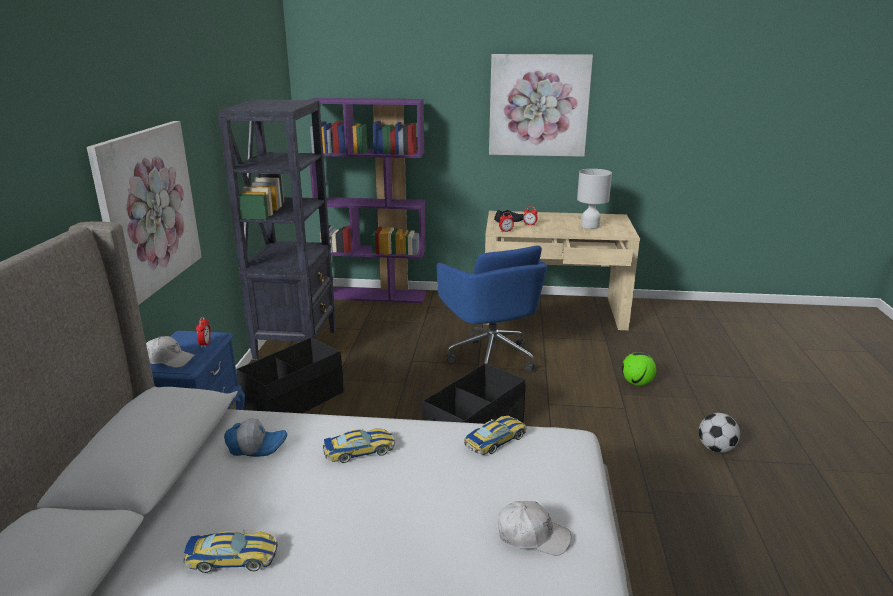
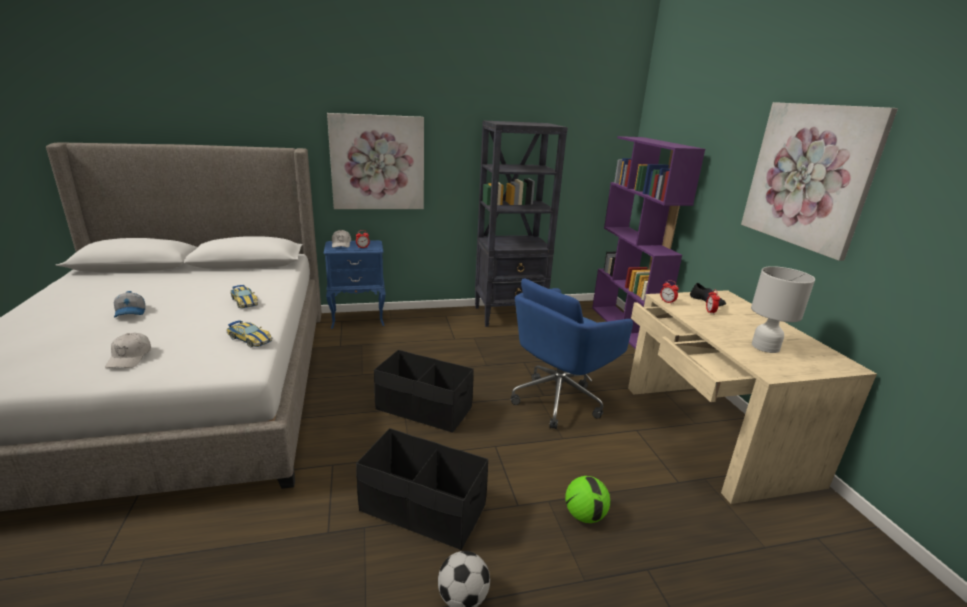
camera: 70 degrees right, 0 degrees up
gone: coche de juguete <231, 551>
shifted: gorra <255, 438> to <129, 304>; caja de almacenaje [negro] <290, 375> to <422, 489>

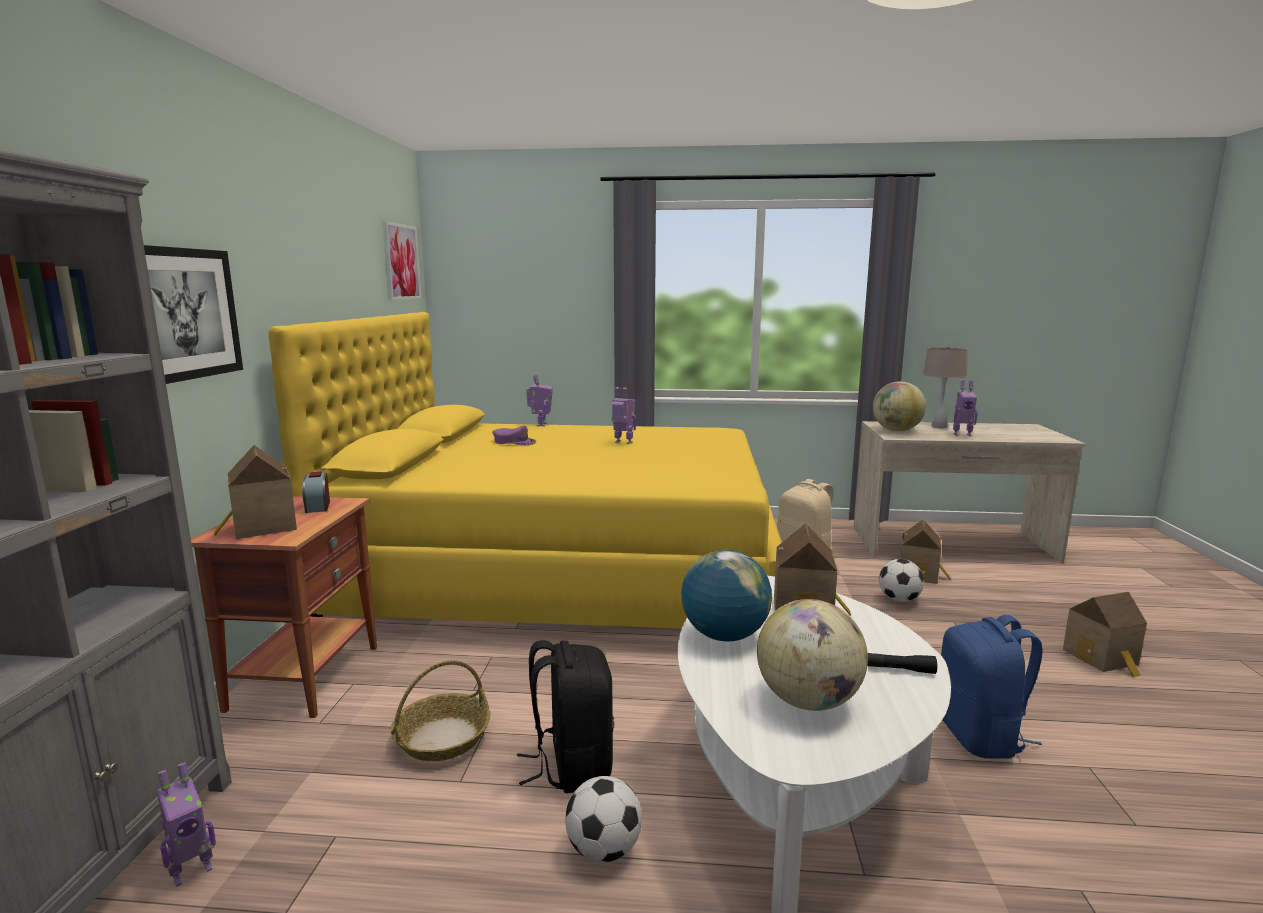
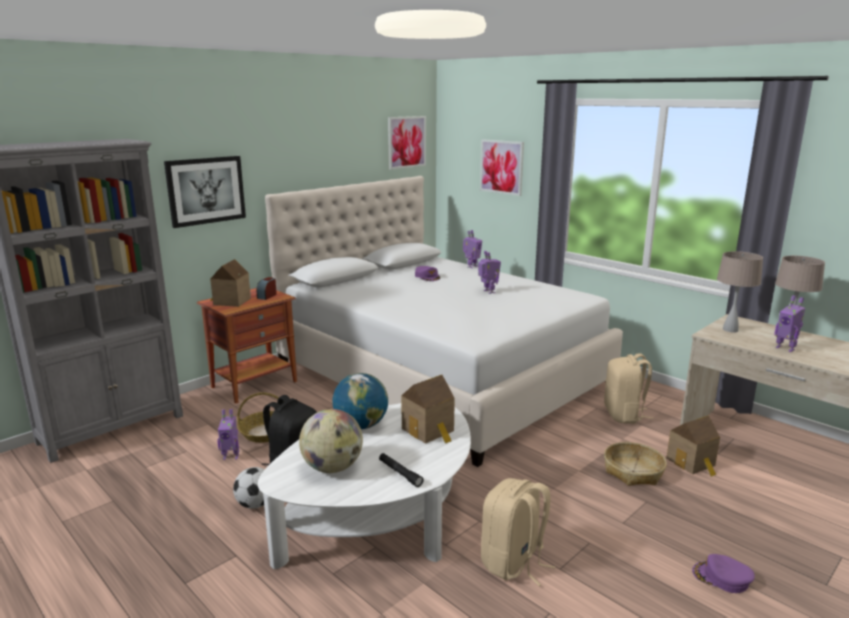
camera: 40 degrees right, 5 degrees up
new: cuadro <502, 167>
shifted: robot de juguete <186, 824> to <228, 434>
swapped: globo terráqueo <899, 406> to lámpara de mesa [beis] <740, 292>; balón de fútbol <901, 580> to cesta <635, 464>; casita <1105, 635> to gorra [morado] <723, 573>
repainted: cama [amarillo] <525, 470> to cama [blanco] <444, 321>; mochila [azul] <992, 687> to mochila [beis] <518, 532>

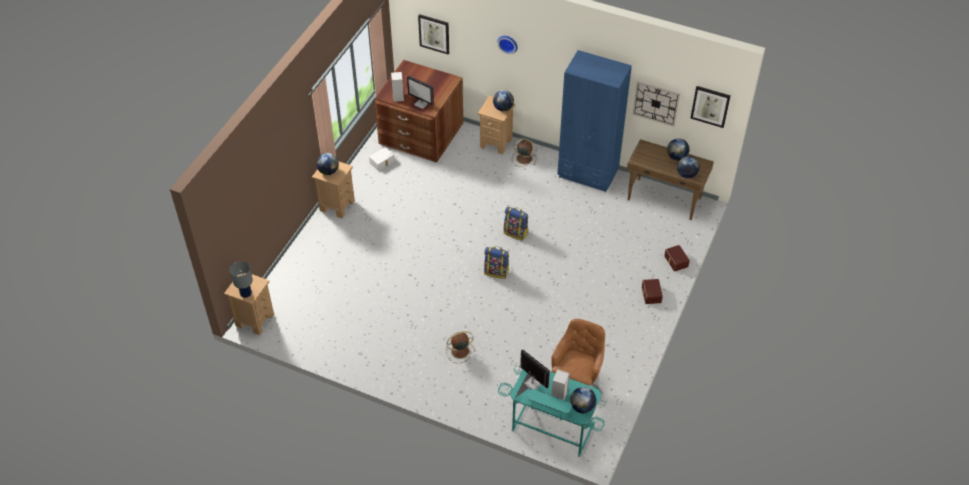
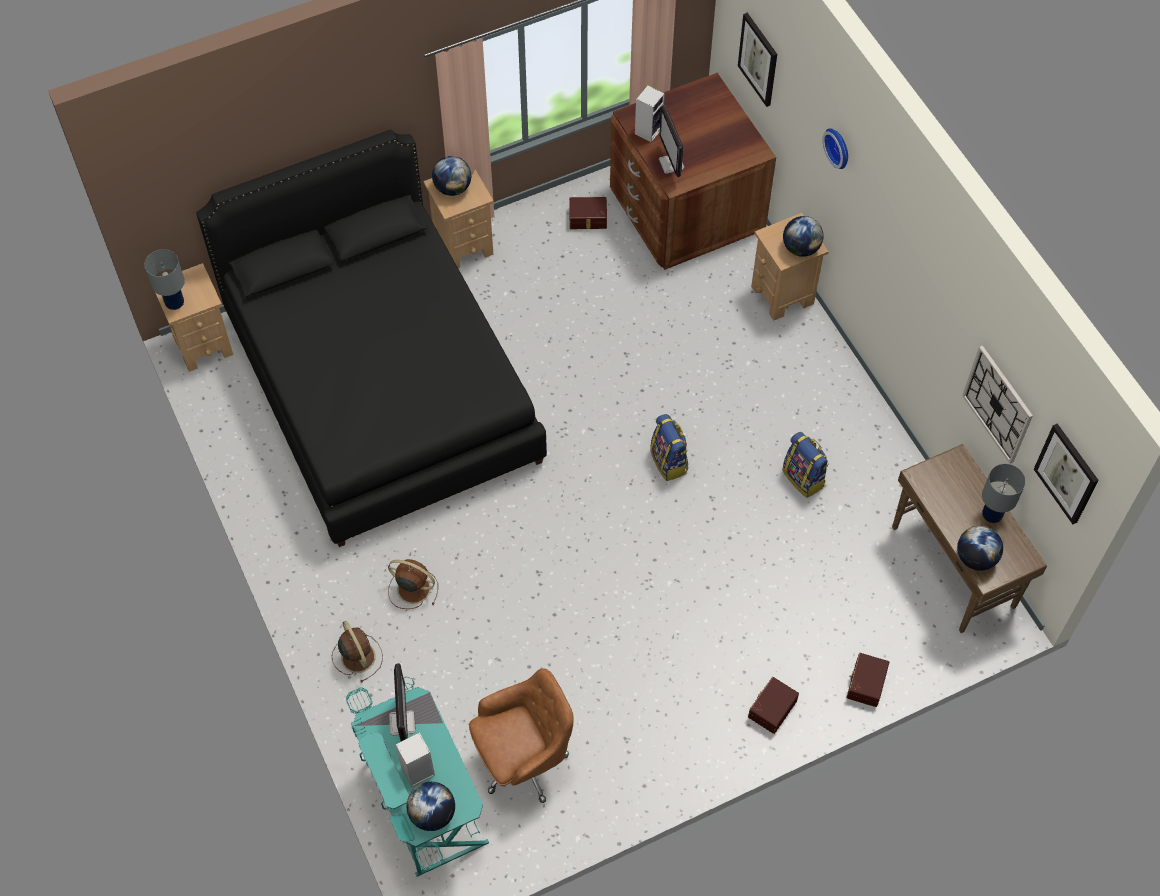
camera: 40 degrees right, 10 degrees up
gone: armario ropero [azul] <594, 121>
new: cama [negro] <371, 338>
shifted: mochila <496, 262> to <805, 465>; ventilador [marrón] <524, 152> to <357, 652>
swapped: globo terráqueo <678, 149> to lámpara de mesa [gris] <1004, 493>
repainted: caja de almacenaje [blanco] <382, 159> to caja de almacenaje [marrón] <588, 213>

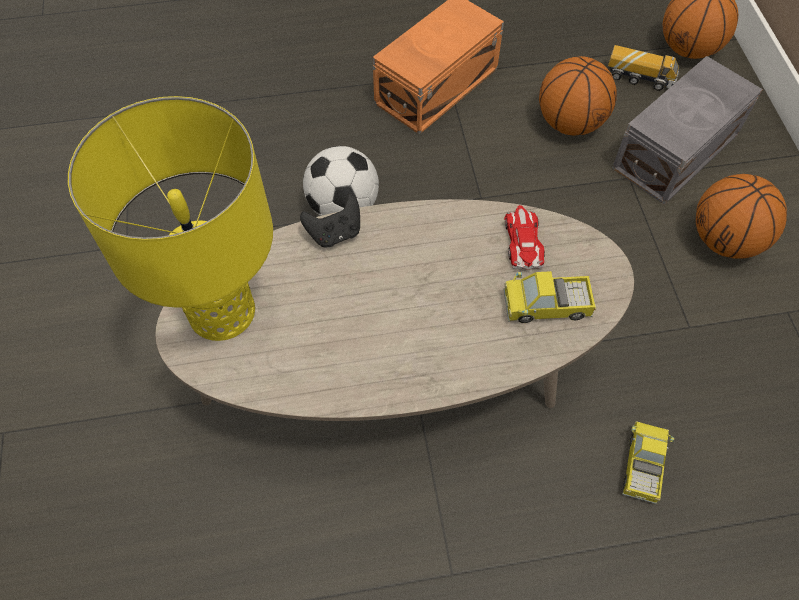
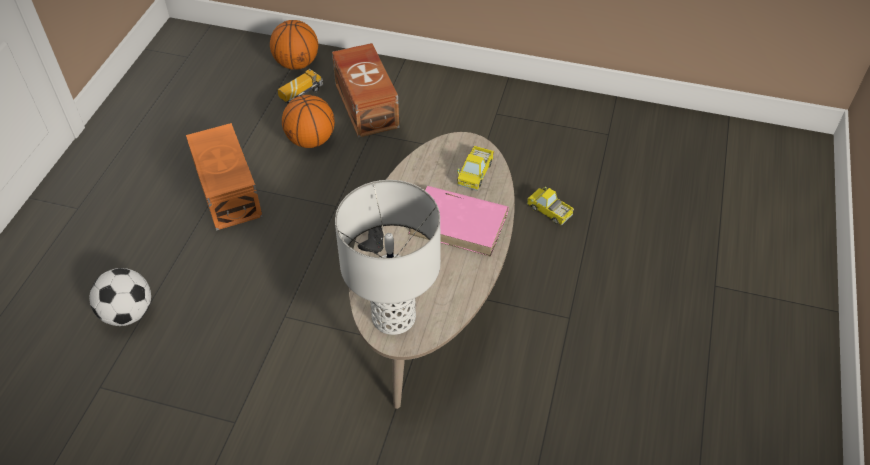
camera: 65 degrees left, 10 degrees down
gone: coche de juguete <524, 237>; balón de baloncesto <741, 216>
new: libro [rosa] <458, 221>
shifted: balón de fútbol <341, 181> to <120, 297>
repainted: lámpara de mesa [amarillo] <170, 218> to lámpara de mesa [blanco] <388, 257>; caja de almacenaje [gris] <687, 130> to caja de almacenaje [marrón] <365, 90>

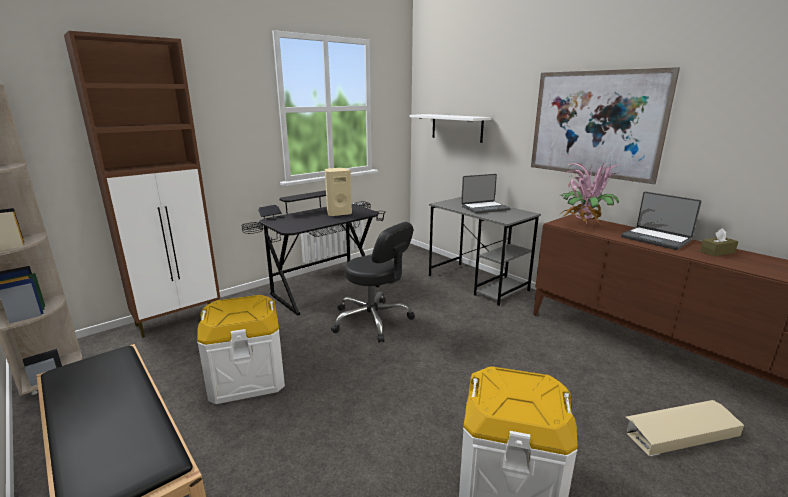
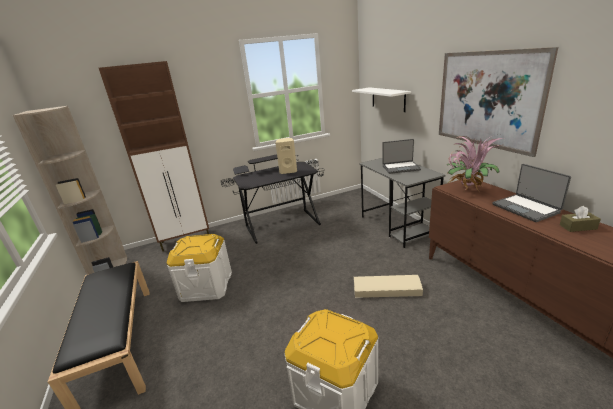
camera: 20 degrees right, 5 degrees up
gone: silla de oficina [negro] <373, 282>
shifted: caja de almacenaje [beis] <685, 428> to <388, 286>

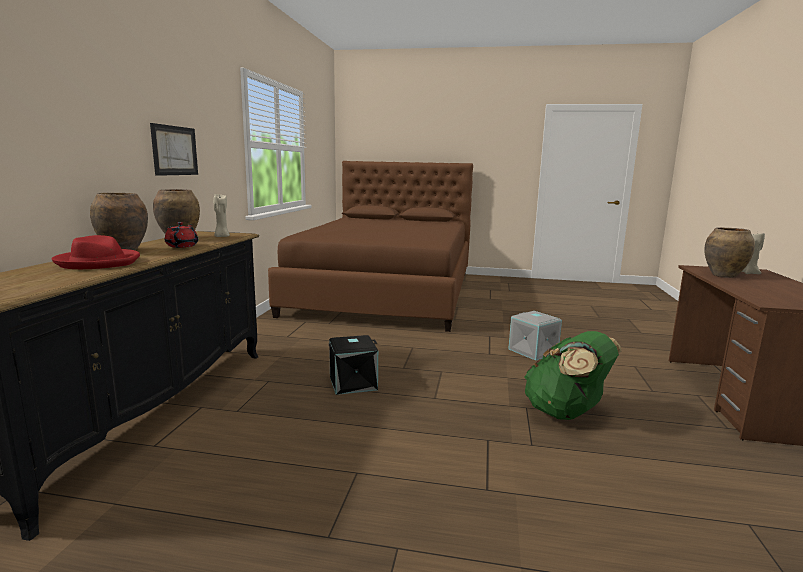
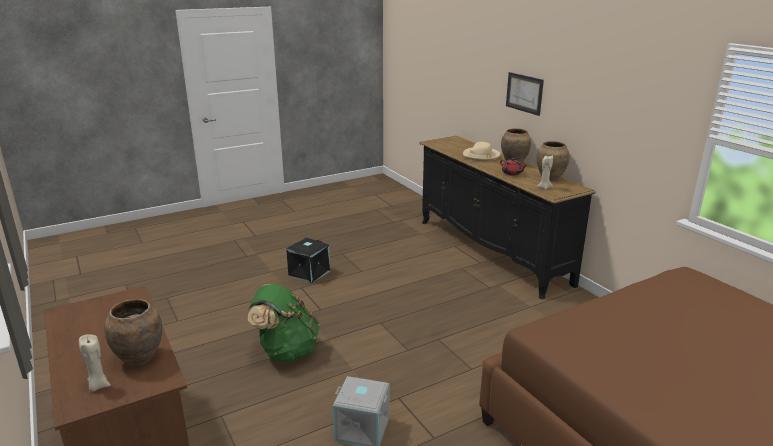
camera: 140 degrees right, 10 degrees up
shifted: cuadro <174, 149> to <525, 94>; caja de almacenaje [negro] <353, 365> to <308, 260>
repainted: sombrero [rojo] <95, 252> to sombrero [beis] <481, 151>

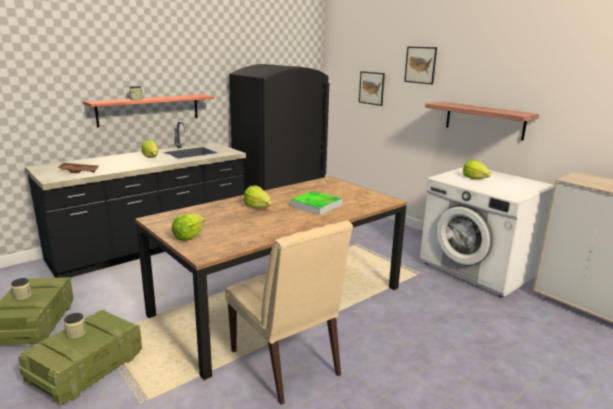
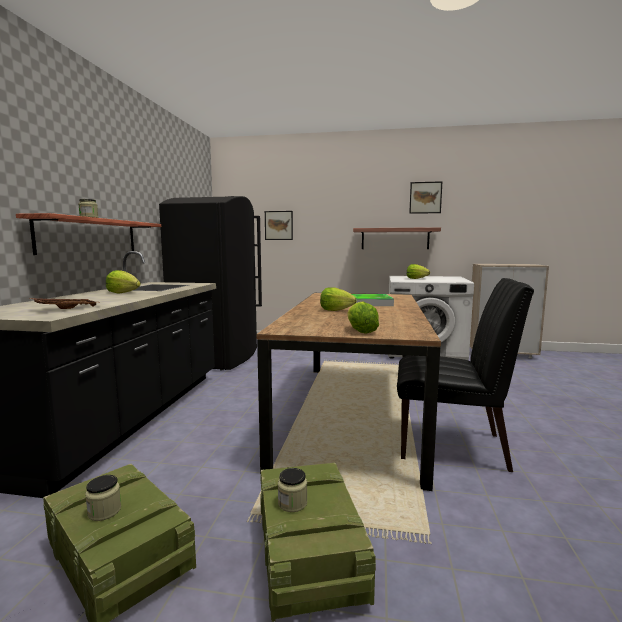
camera: 40 degrees left, 10 degrees down
shifted: cuadro <420, 66> to <426, 197>
repainted: silla [beis] <289, 312> to silla [negro] <465, 375>

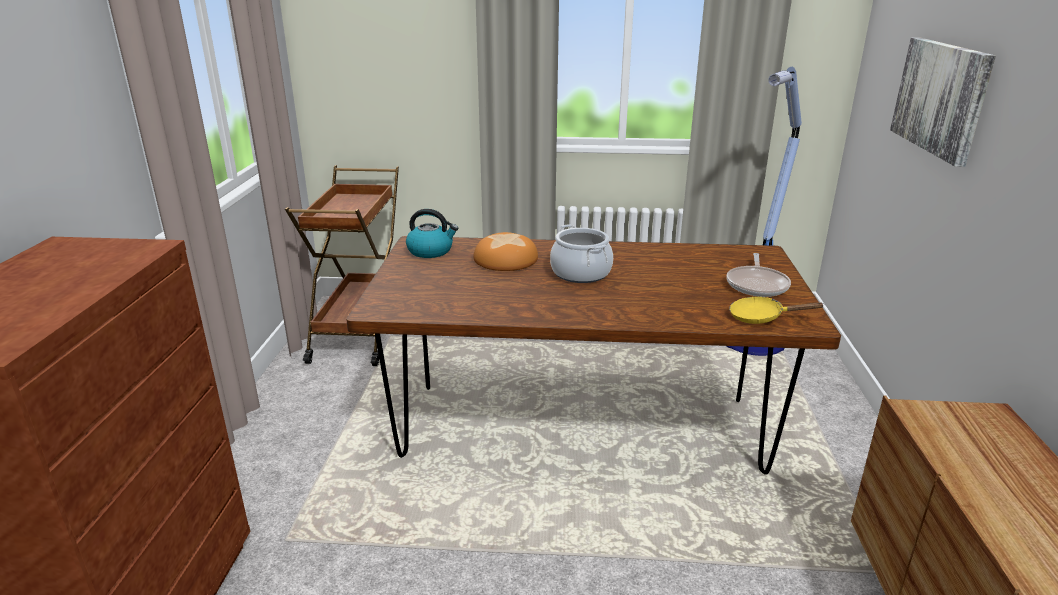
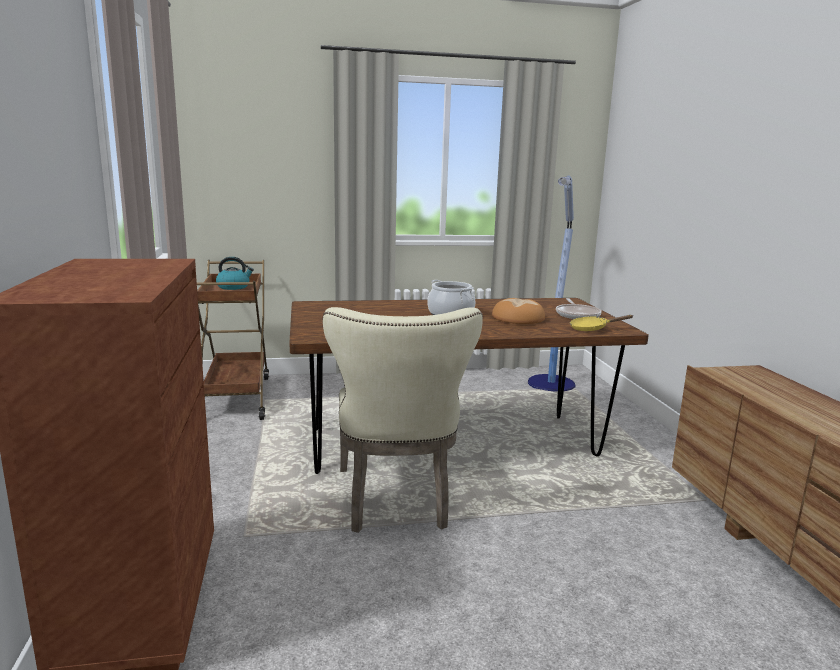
camera: 15 degrees left, 10 degrees down
gone: cuadro <943, 102>
new: silla [beis] <402, 420>
shifted: hervidor <432, 233> to <235, 273>; pan <505, 251> to <518, 311>

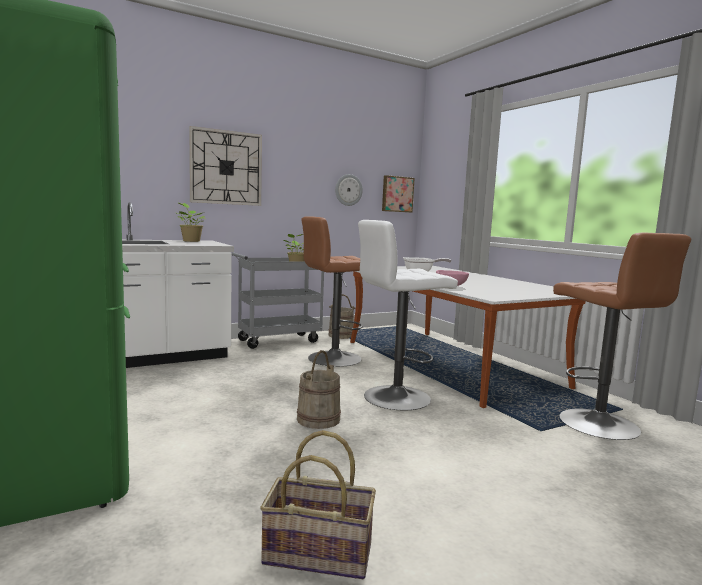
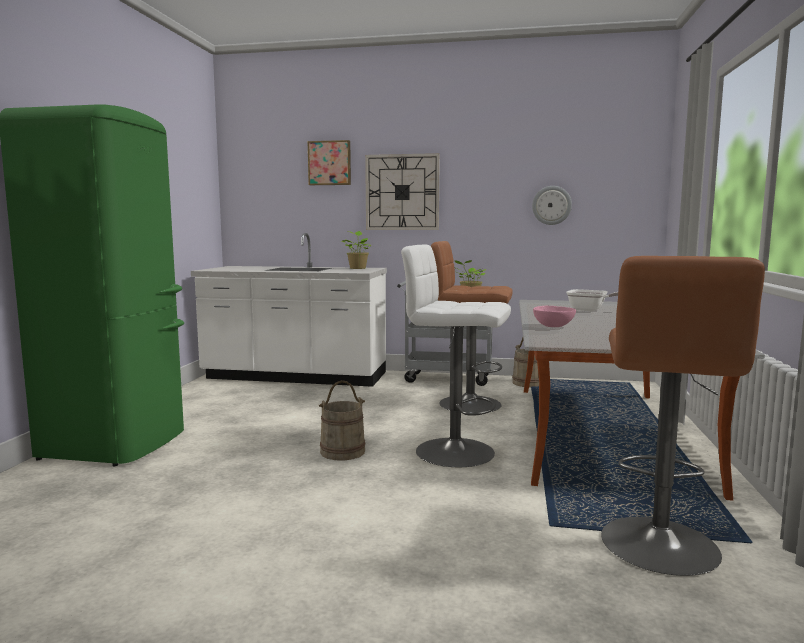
camera: 40 degrees right, 0 degrees up
gone: cesta <318, 504>
shifted: cuadro <398, 194> to <329, 162>

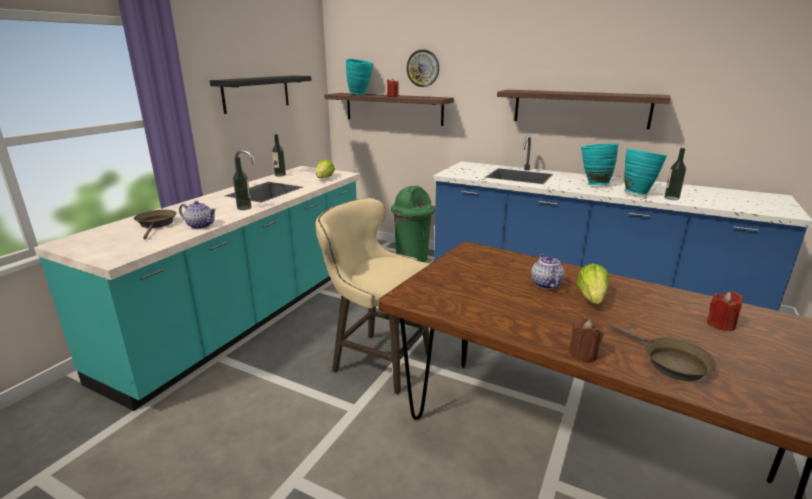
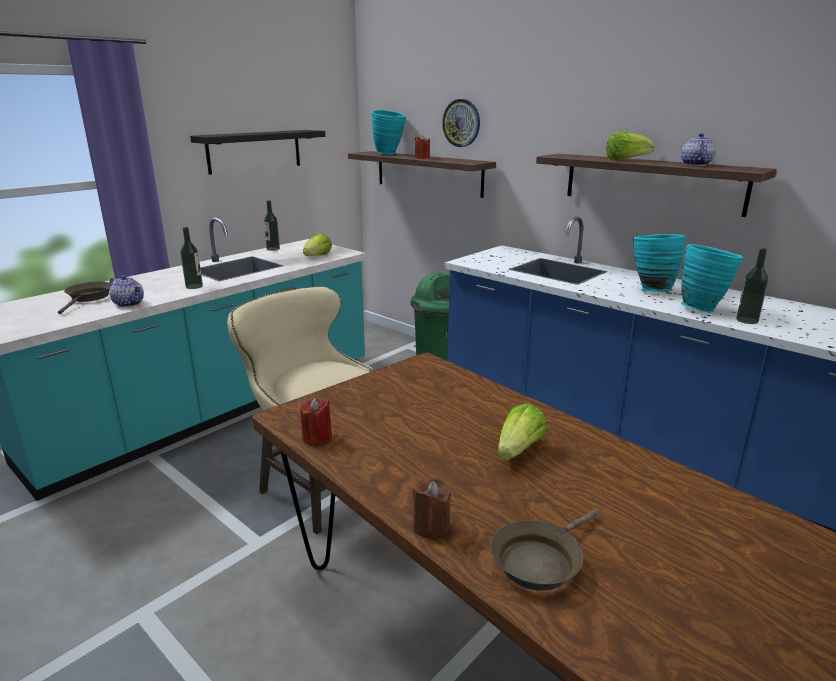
camera: 15 degrees right, 0 degrees up
new: lechuga <630, 145>
shifted: tetera <548, 271> to <698, 149>; vela [rojo] <725, 311> to <316, 421>
rotated: sartén [marrón] <664, 352> = <545, 549> 60 degrees clockwise

